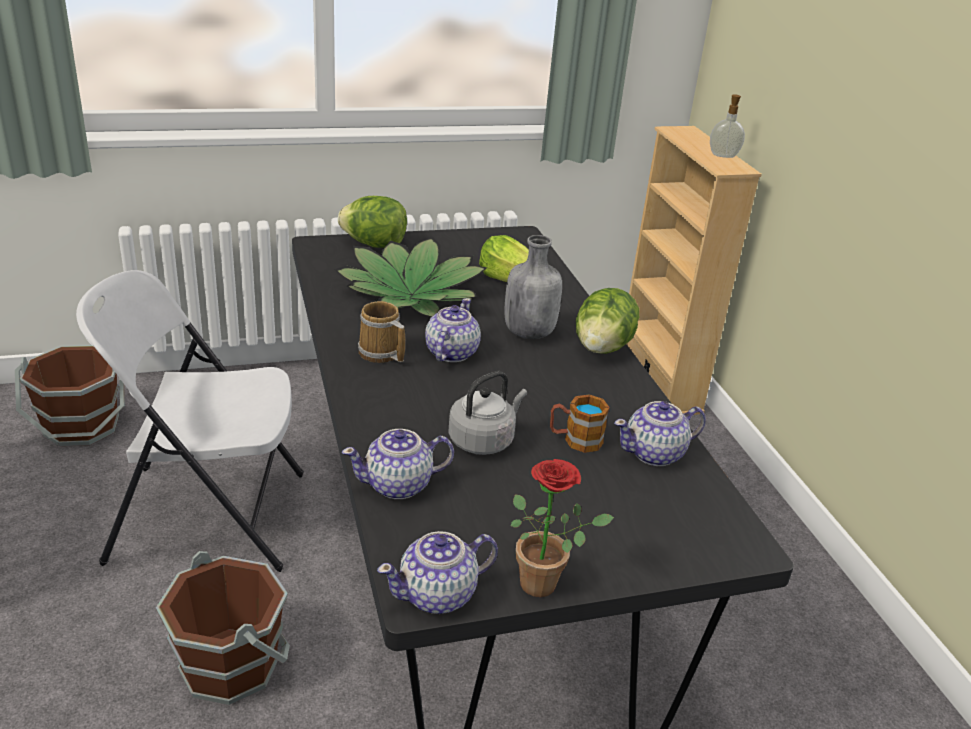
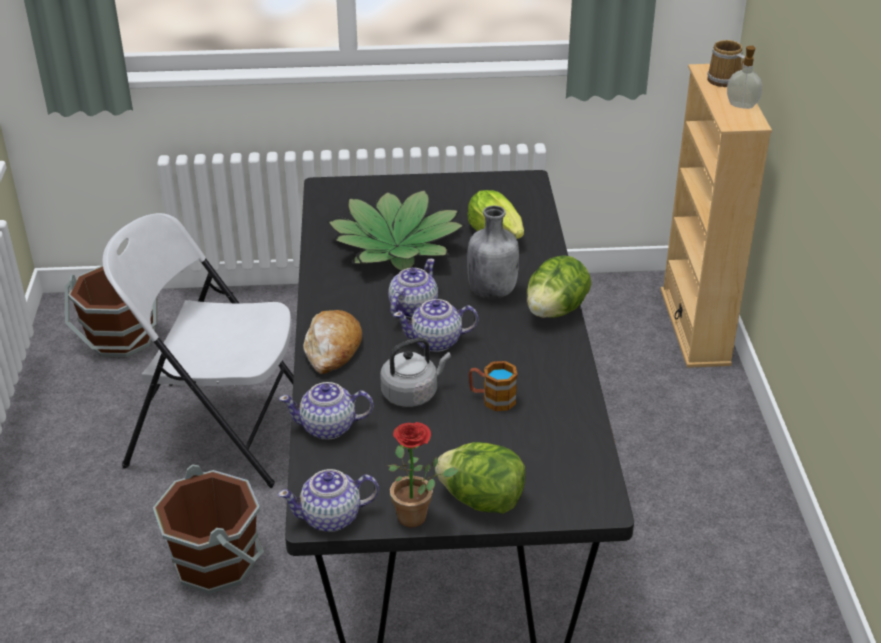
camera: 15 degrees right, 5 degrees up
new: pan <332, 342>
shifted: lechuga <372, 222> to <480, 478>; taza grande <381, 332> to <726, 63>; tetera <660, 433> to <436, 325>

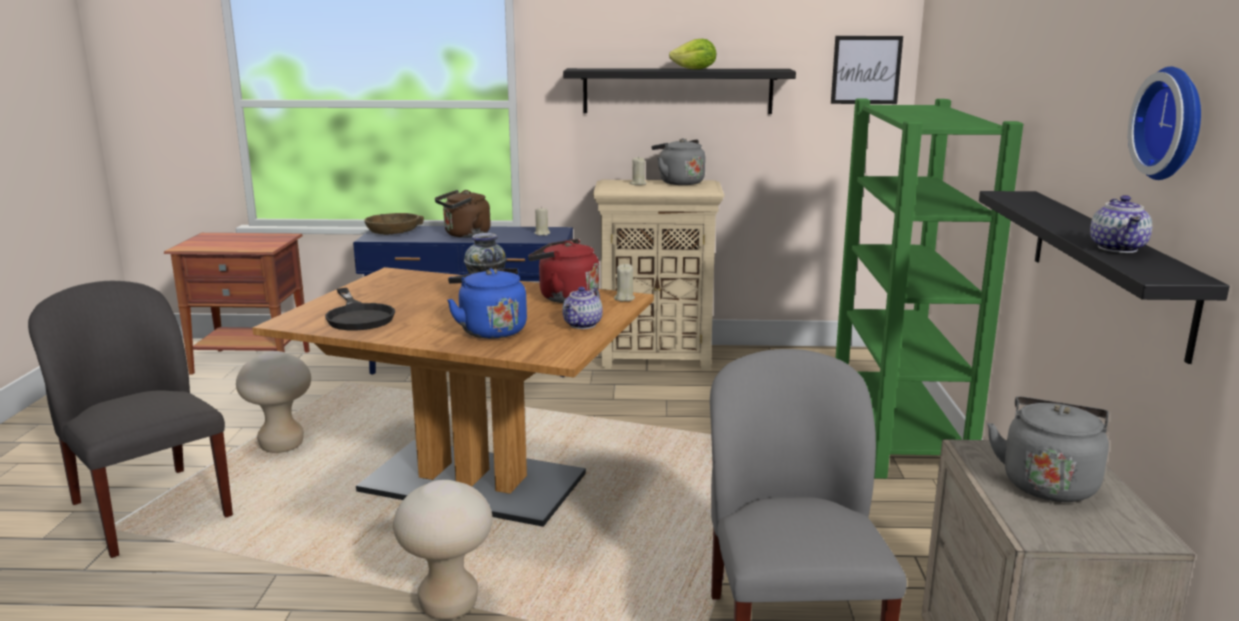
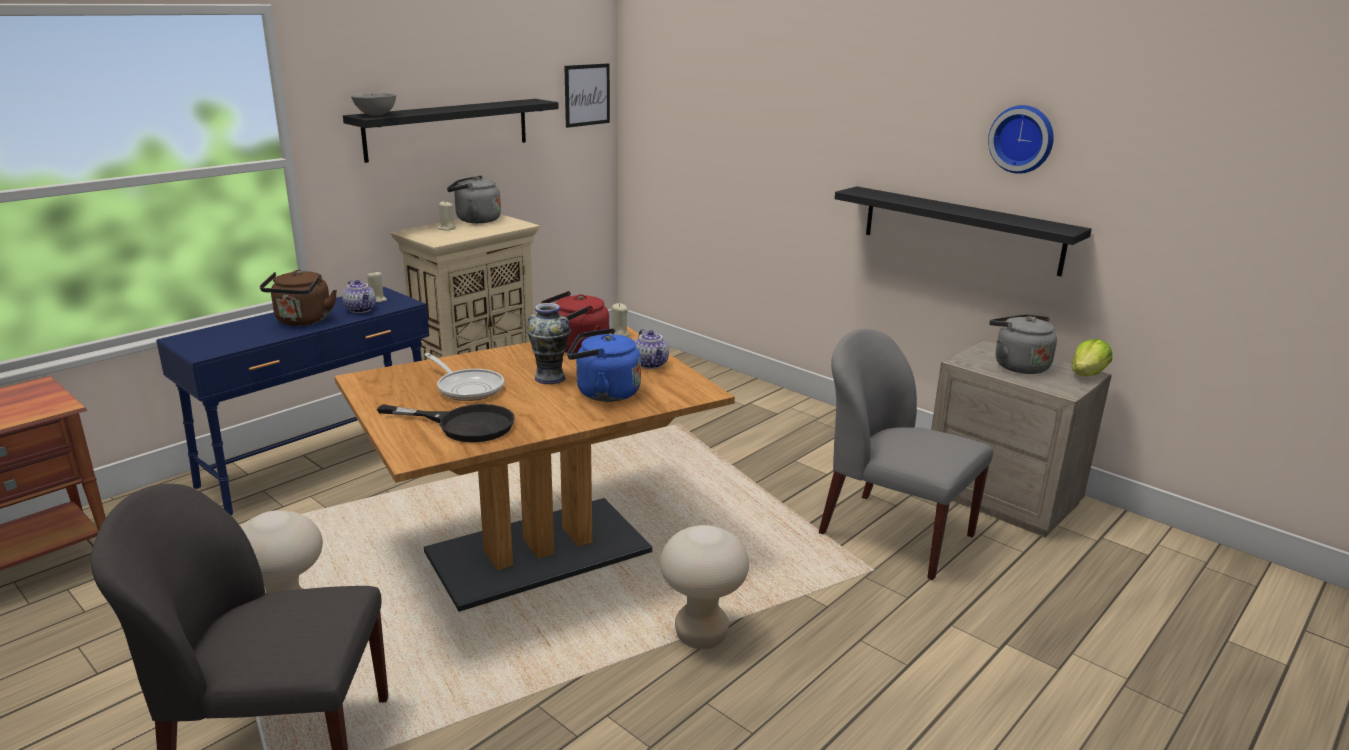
camera: 50 degrees left, 5 degrees up
gone: cuenco [marrón] <394, 224>; estantería [verde] <929, 289>
new: cuenco [gris] <373, 104>; sartén <464, 377>
shifted: lechuga <692, 54> to <1091, 358>; tetera <1121, 224> to <359, 296>

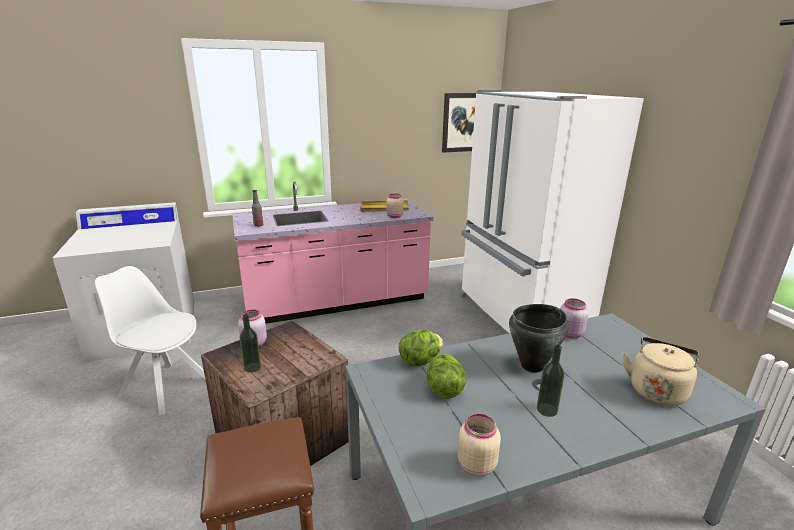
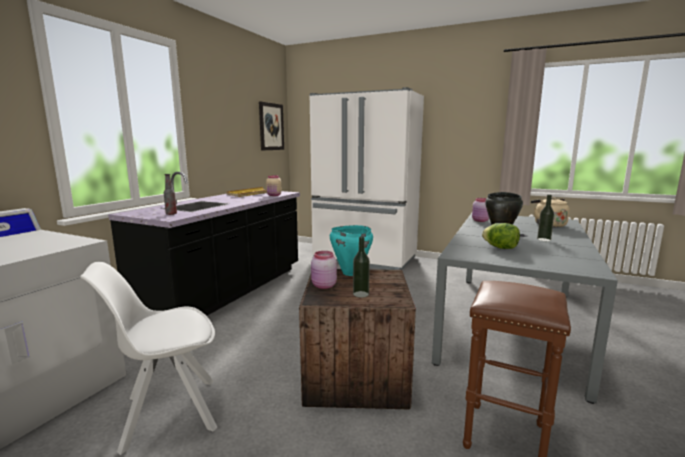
camera: 45 degrees left, 10 degrees down
gone: lechuga <421, 348>; tarro [beis] <479, 445>
new: olla [turquesa] <351, 250>
repainted: mueble bajo de cocina [rosa] <333, 253> to mueble bajo de cocina [negro] <204, 244>

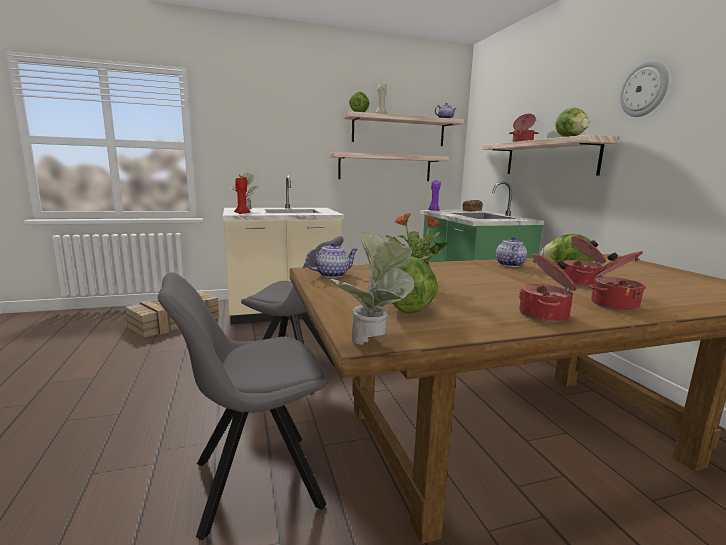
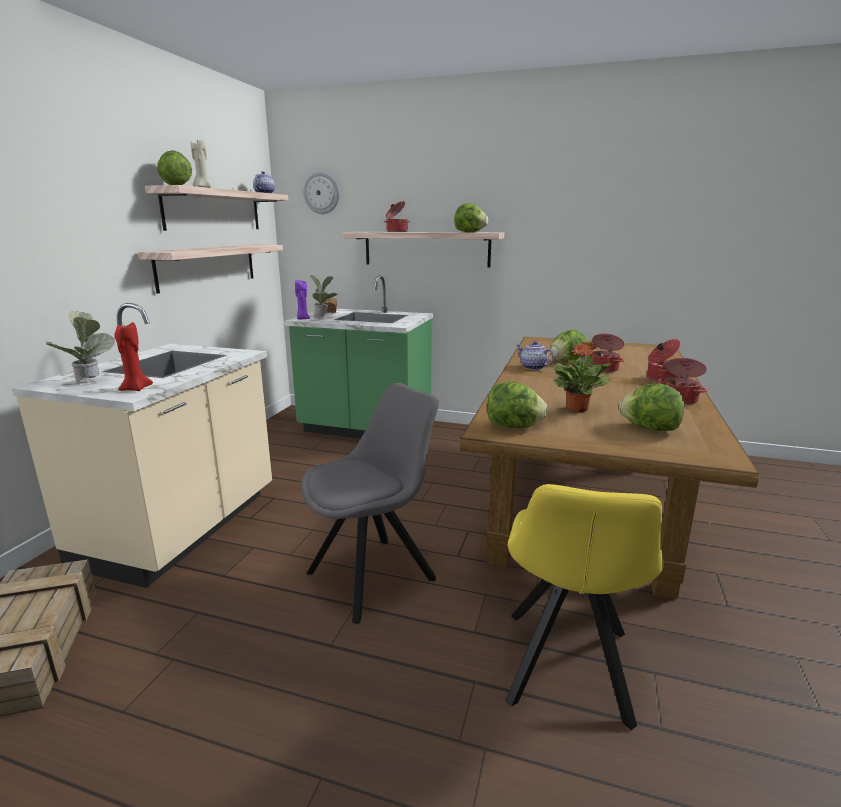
camera: 55 degrees left, 5 degrees up
shifted: planta en maceta <372, 288> to <324, 296>; reloj de pared <644, 88> to <321, 193>
swapped: tetera <332, 260> to lechuga <517, 405>
repainted: silla [gris] <243, 406> to silla [amarillo] <585, 607>

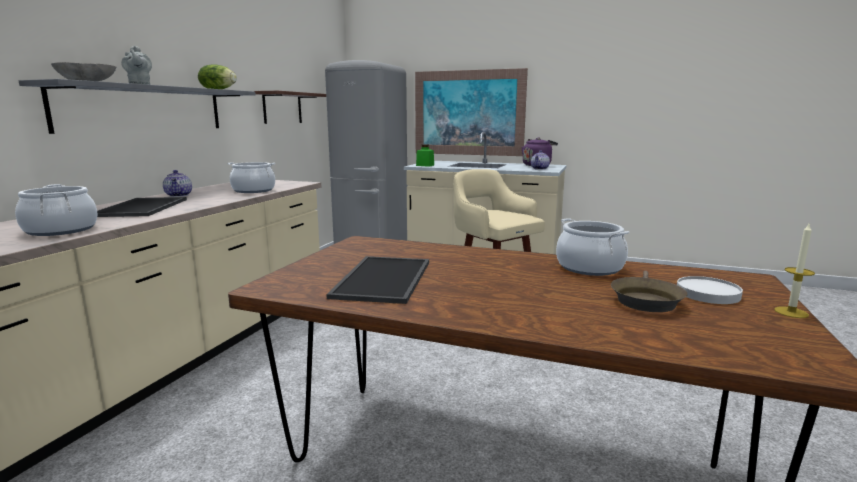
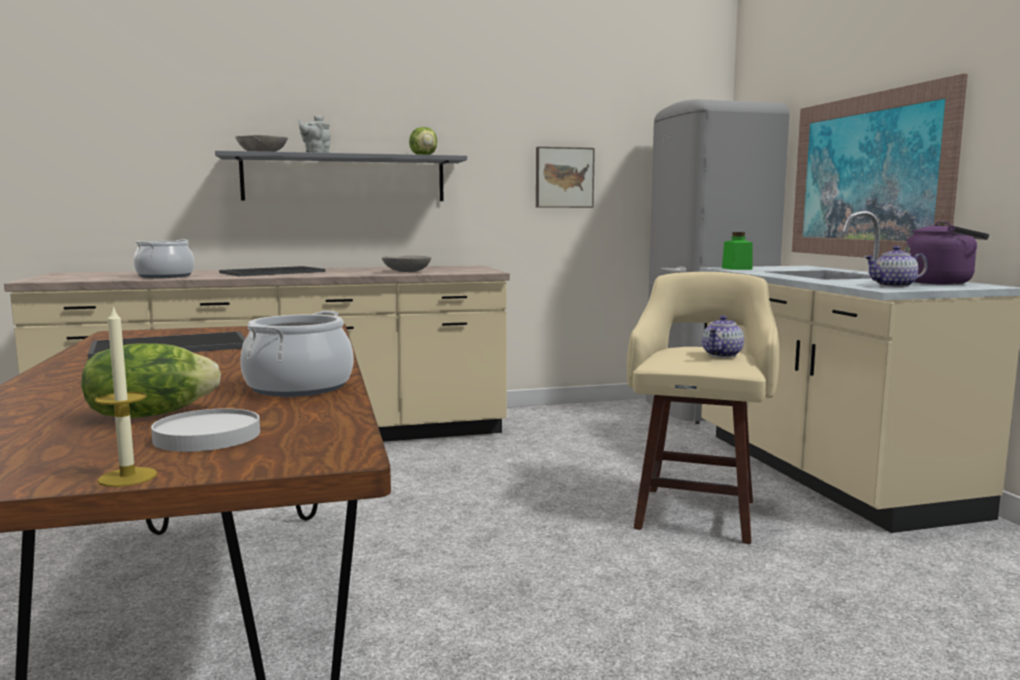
camera: 55 degrees right, 5 degrees down
shifted: tetera <177, 183> to <723, 336>
swapped: olla <251, 177> to cuenco [gris] <407, 264>; estante <290, 107> to cuadro <565, 177>; sartén [marrón] <649, 291> to lechuga <151, 380>

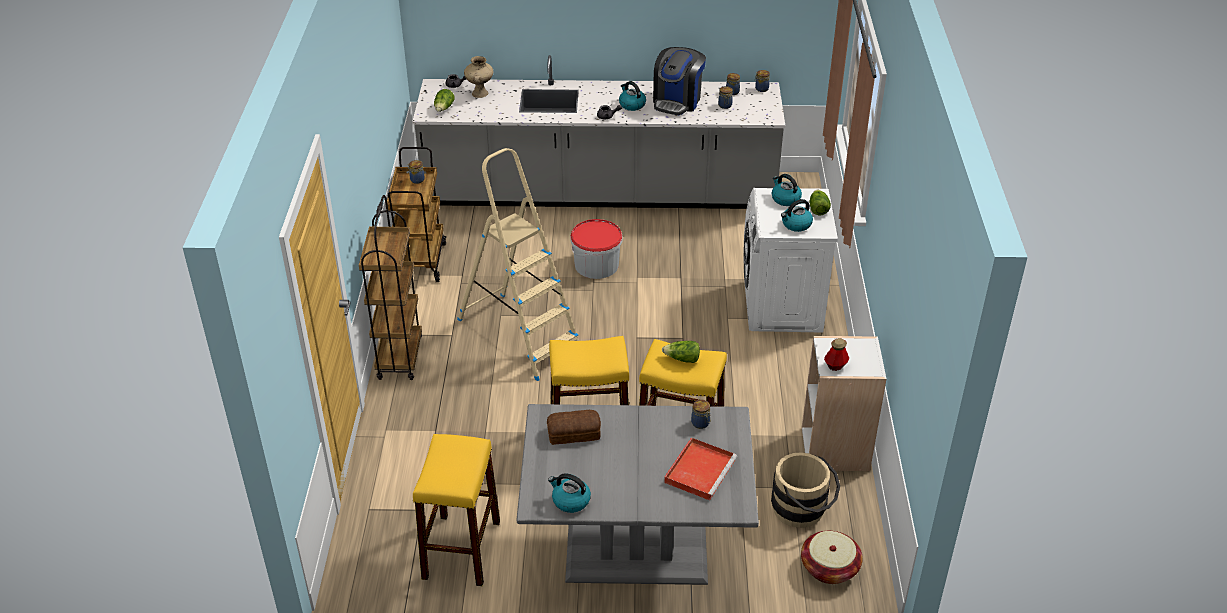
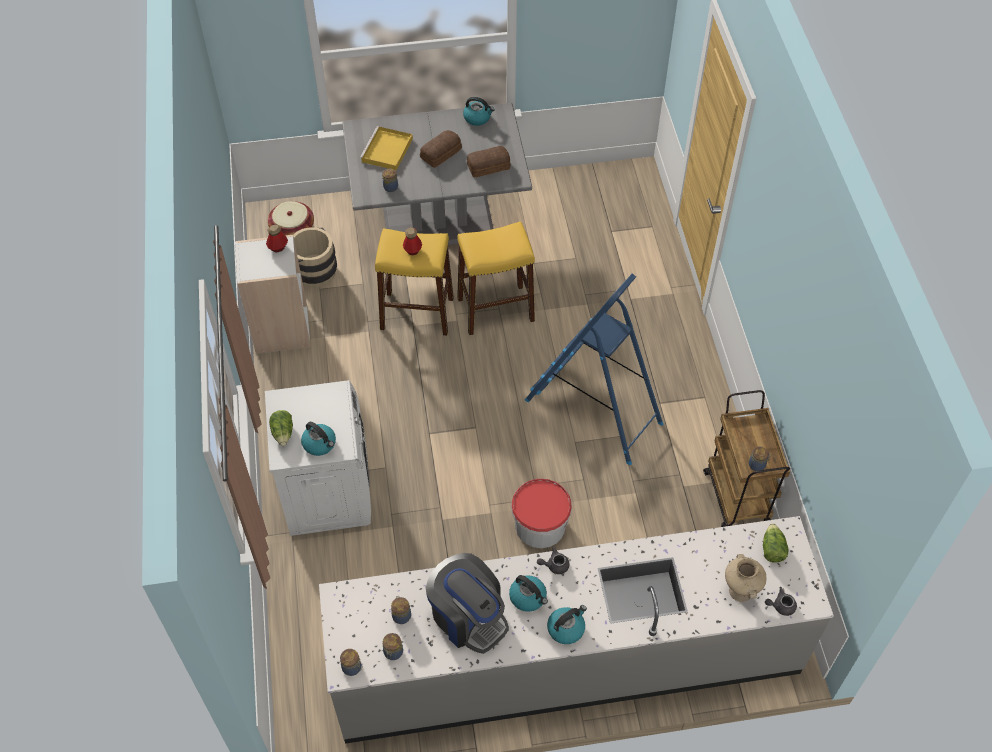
camera: 170 degrees right, 15 degrees up
gone: carrito [marrón] <390, 287>; taburete [amarillo] <456, 510>
new: pan <441, 149>
shifted: hervidor <797, 215> to <567, 624>
swapped: lechuga <681, 352> to botella <412, 241>
repainted: escalera de tijera [beis] <518, 264> to escalera de tijera [azul] <594, 369>; bandeja [rojo] <700, 469> to bandeja [amarillo] <386, 148>
rotated: cafetera <679, 81> = <467, 603> 120 degrees clockwise

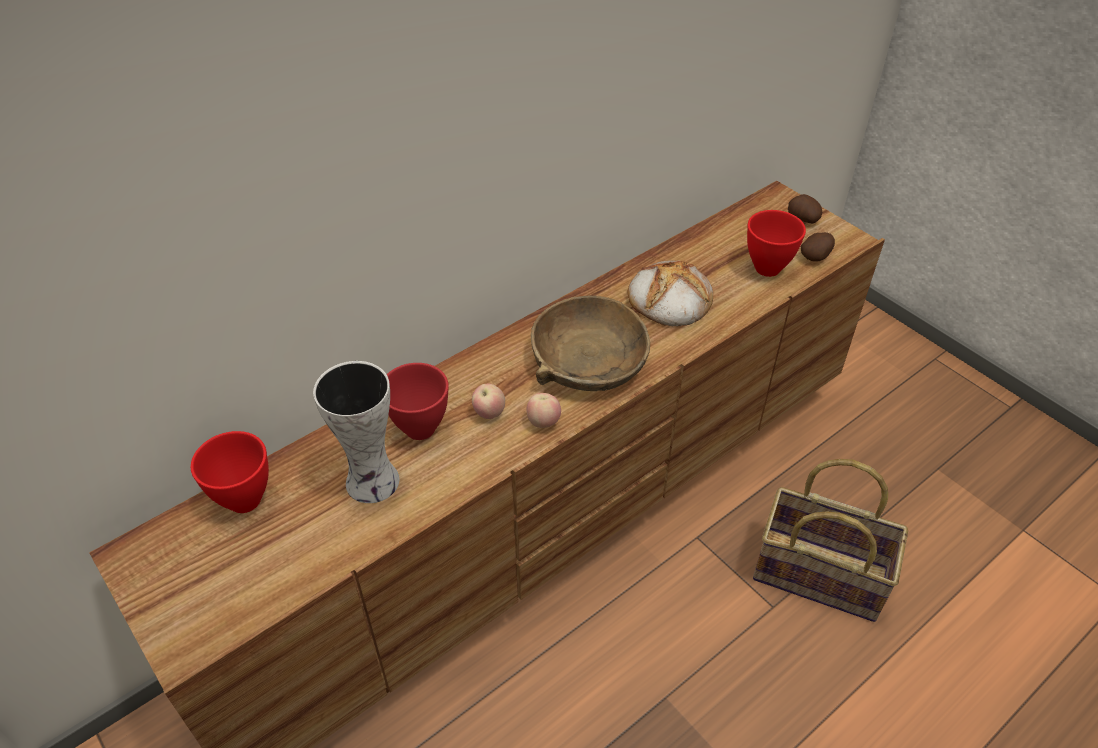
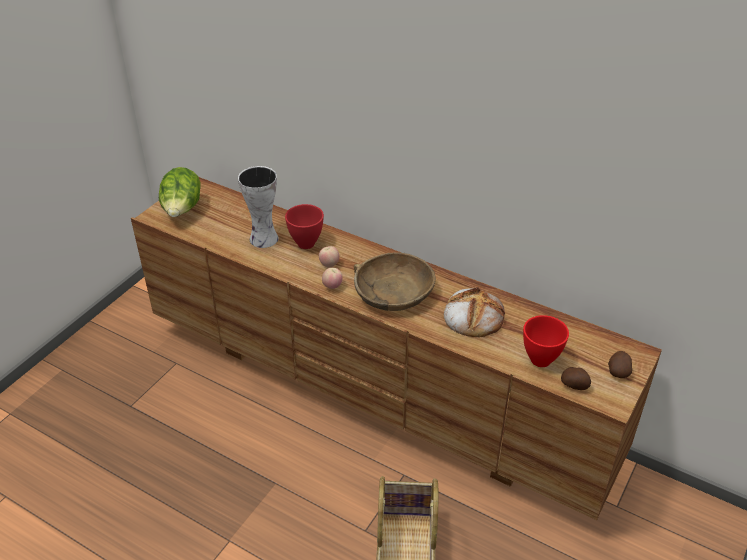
camera: 70 degrees right, 5 degrees down
gone: cuenco [rojo] <230, 472>
new: lechuga <180, 192>

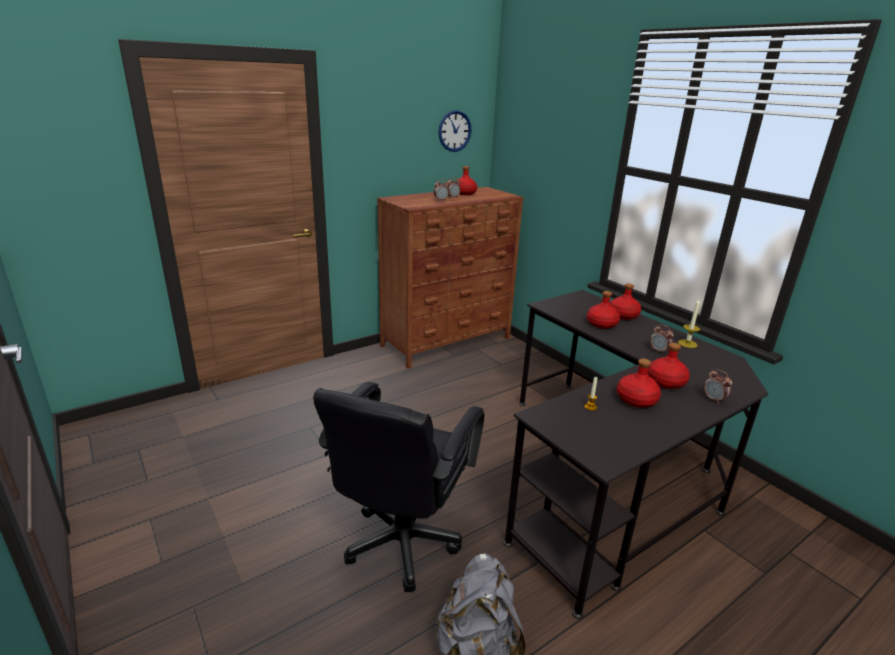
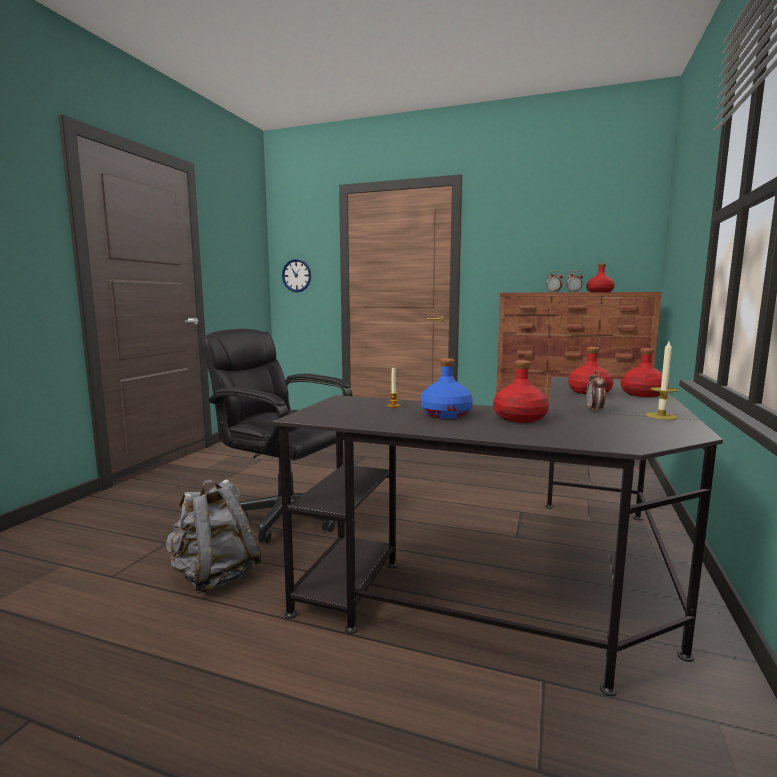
camera: 55 degrees right, 15 degrees down
gone: despertador <718, 386>
shifted: reloj de pared <455, 131> to <296, 275>
repainted: botella [rojo] <639, 383> to botella [azul] <446, 388>
rotated: silla de oficina [negro] <398, 487> = <276, 436> 45 degrees clockwise

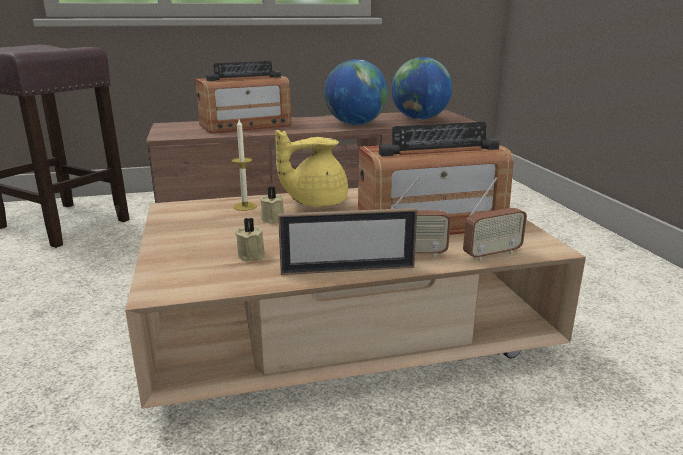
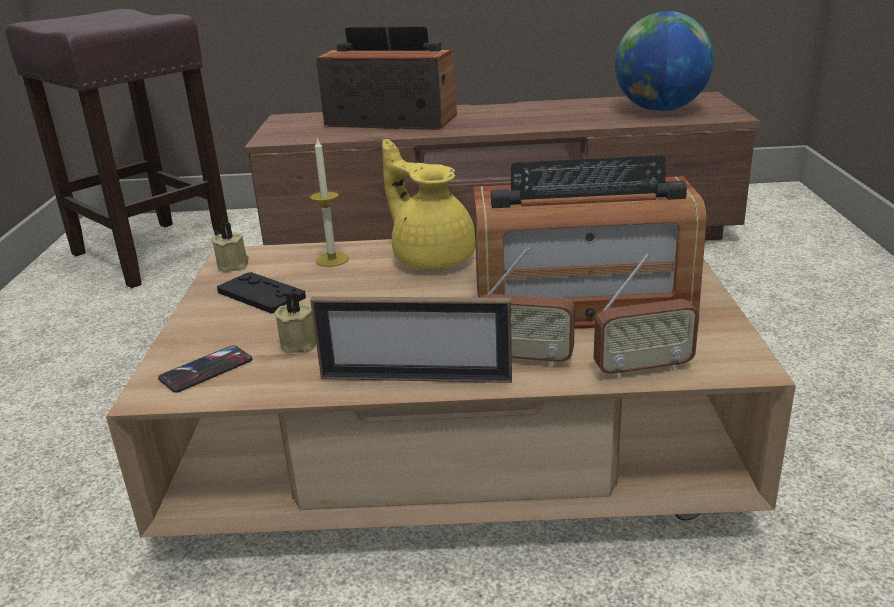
camera: 15 degrees right, 5 degrees up
gone: globo terráqueo <356, 92>
new: móvil <205, 369>; mando de consola [negro] <261, 293>
shifted: vela [beis] <272, 205> to <230, 247>
rotated: radio <243, 97> = <386, 78> 150 degrees counterclockwise; tetera [amarillo] <311, 168> = <429, 204> 60 degrees clockwise

